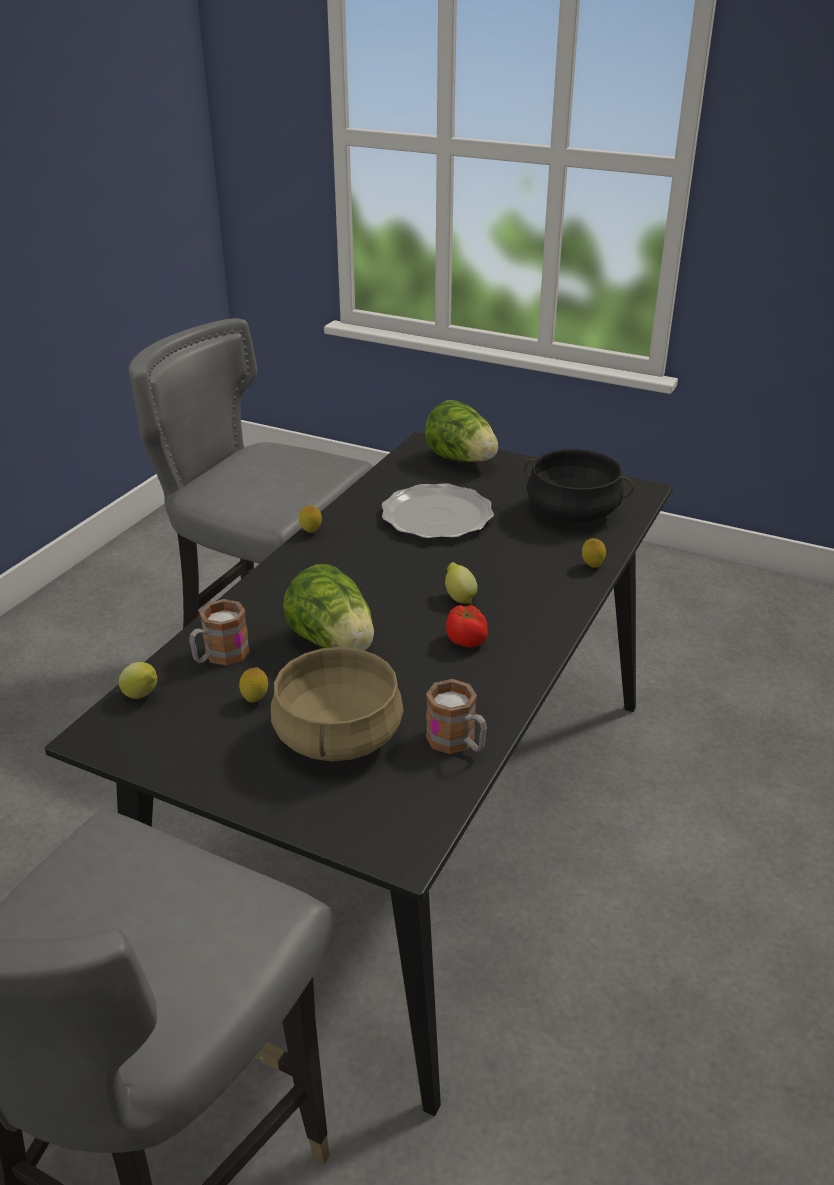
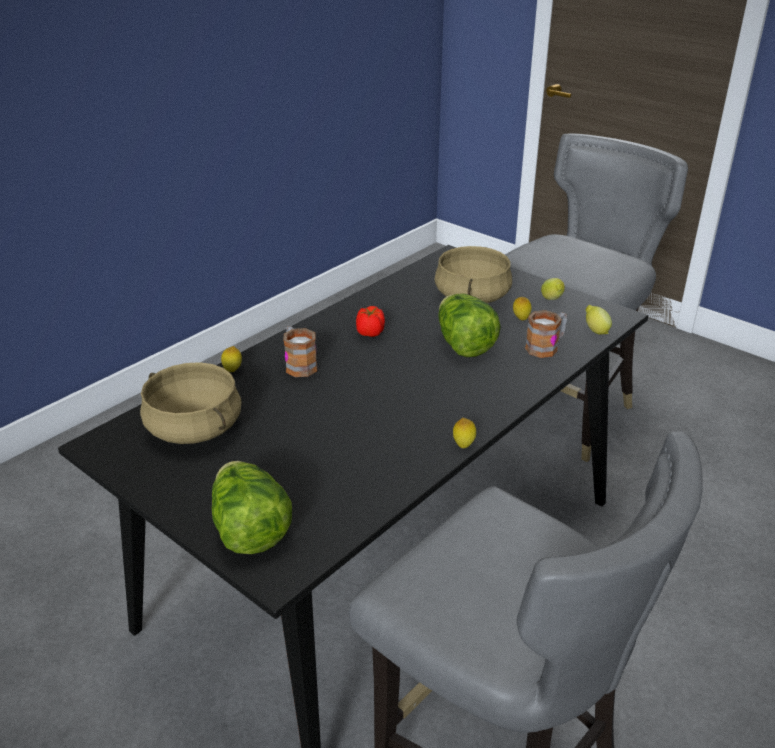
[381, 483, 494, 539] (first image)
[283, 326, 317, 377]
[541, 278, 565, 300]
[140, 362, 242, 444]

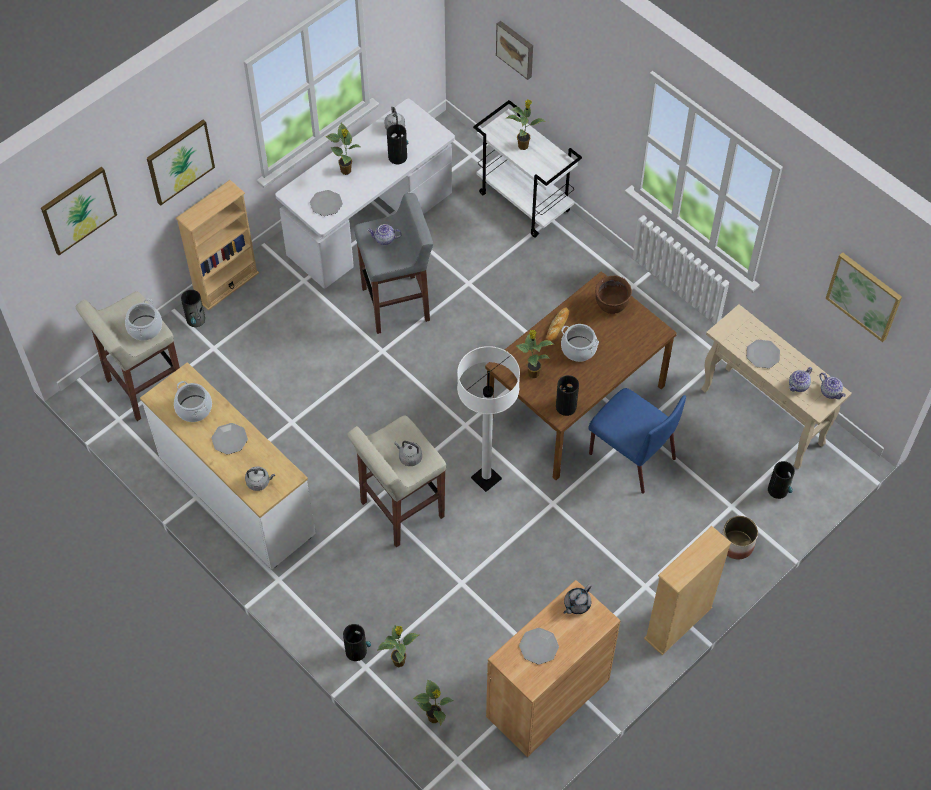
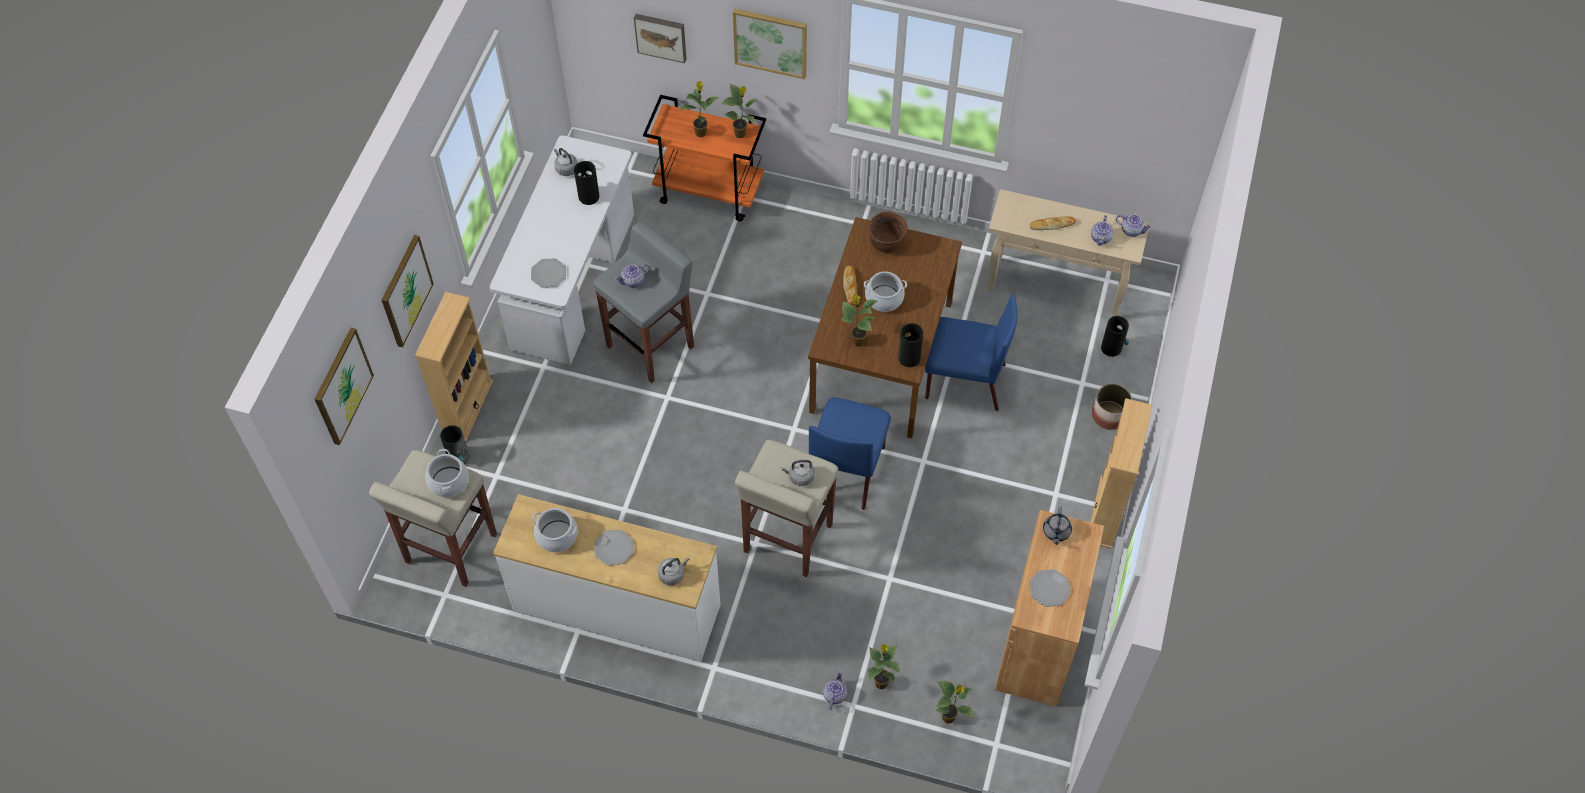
[722, 84, 758, 138]
[733, 8, 807, 79]
[823, 671, 847, 710]
[809, 398, 891, 510]
[1030, 216, 1076, 230]
[643, 95, 766, 222]

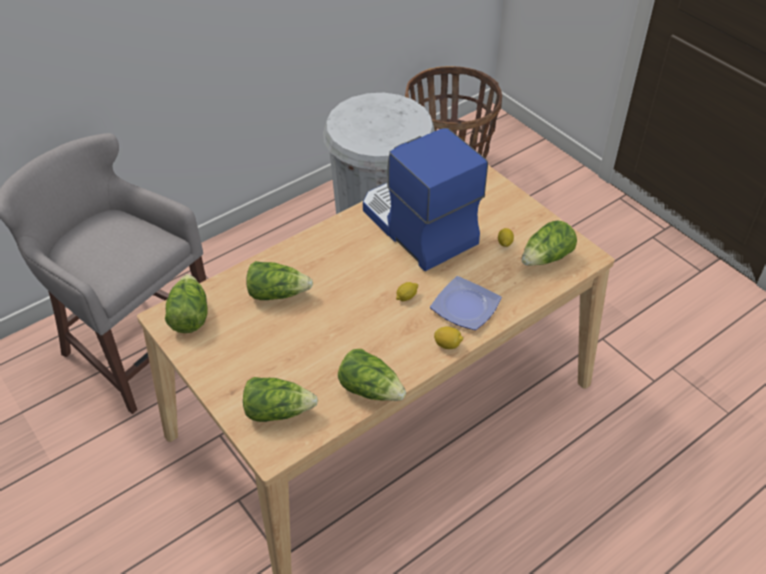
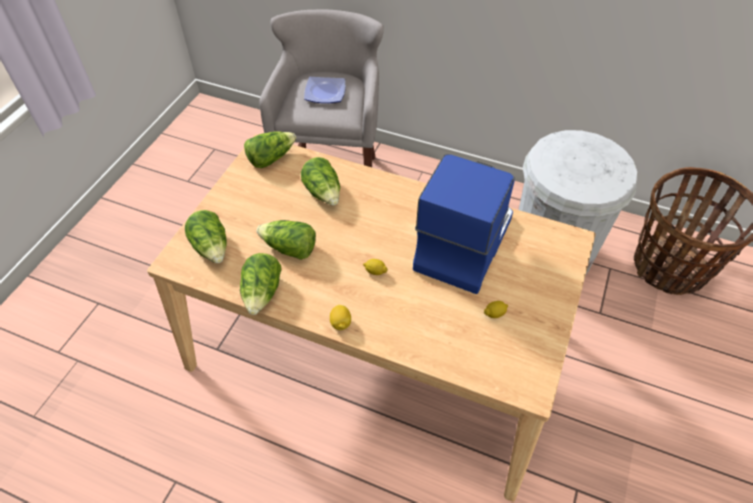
[304, 77, 345, 103]
[257, 220, 316, 260]

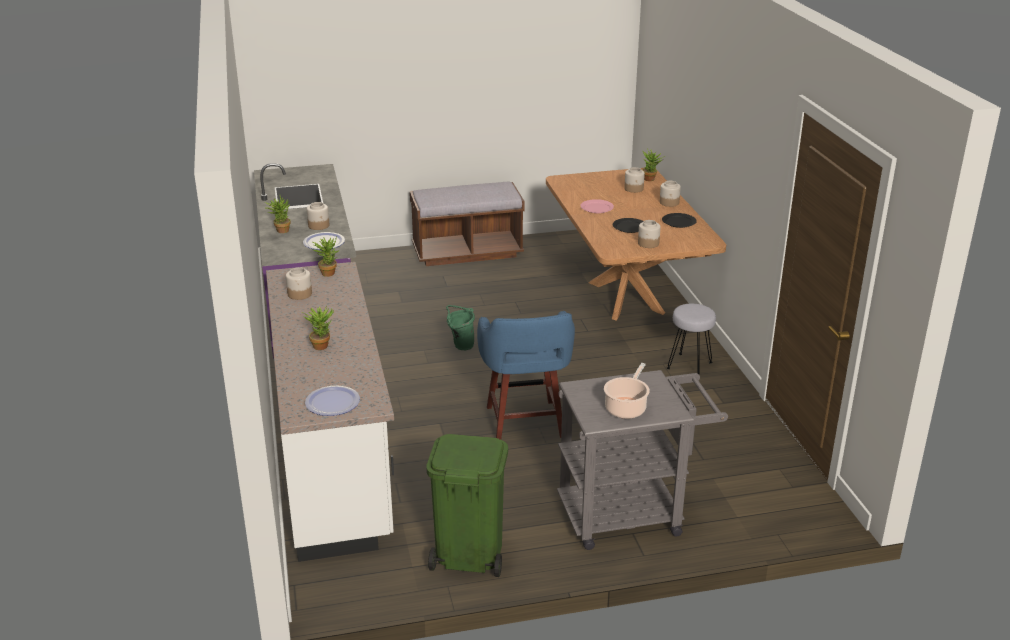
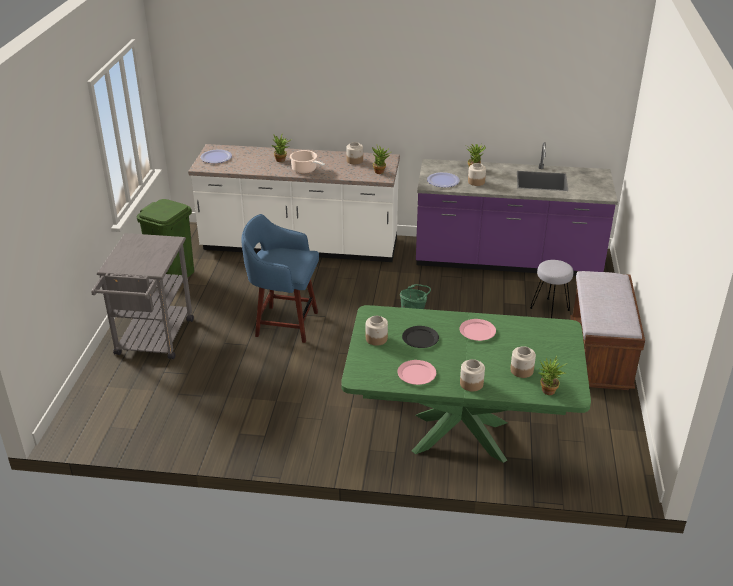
[290, 150, 325, 174]
[530, 260, 573, 318]
[341, 305, 591, 463]
[398, 360, 436, 385]

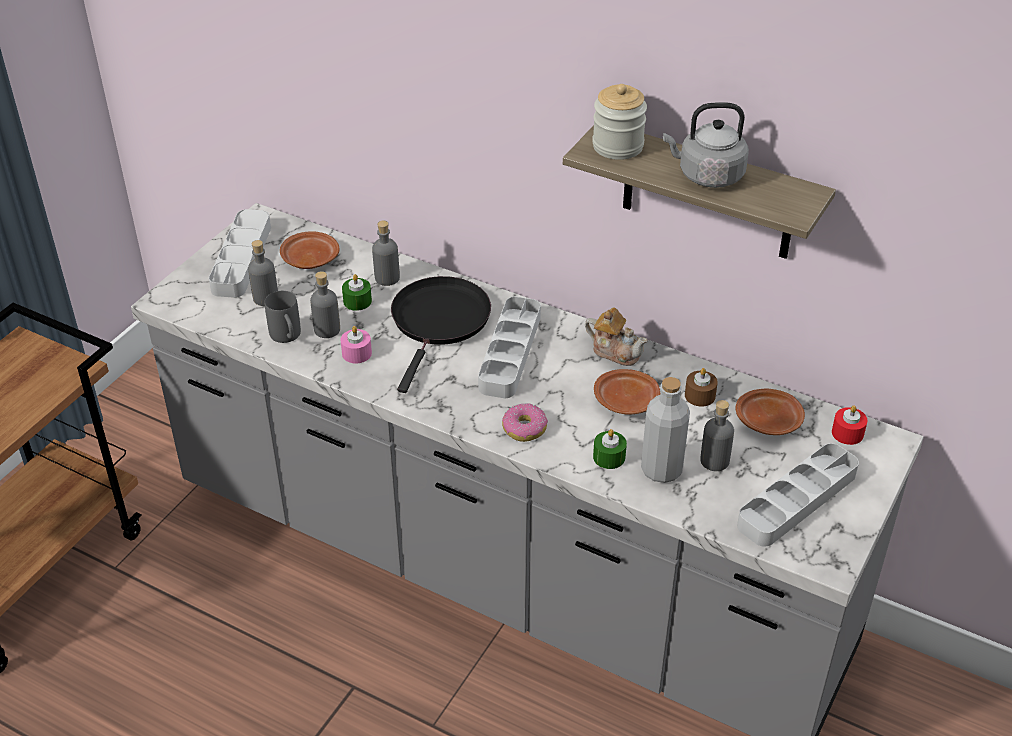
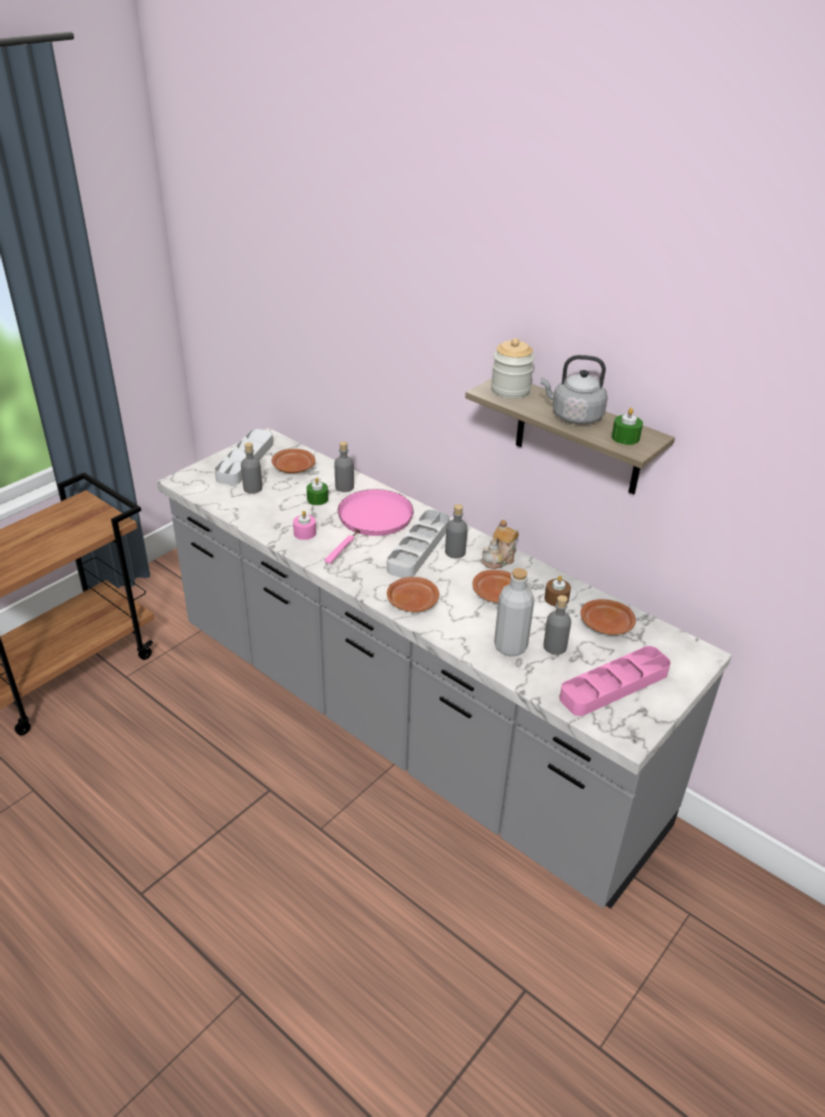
[265, 291, 301, 343] (first image)
[832, 405, 868, 445] (first image)
[445, 504, 468, 558]
[612, 408, 643, 445]
[387, 577, 439, 612]
[325, 489, 414, 564]
[559, 646, 671, 716]
[481, 520, 519, 569]

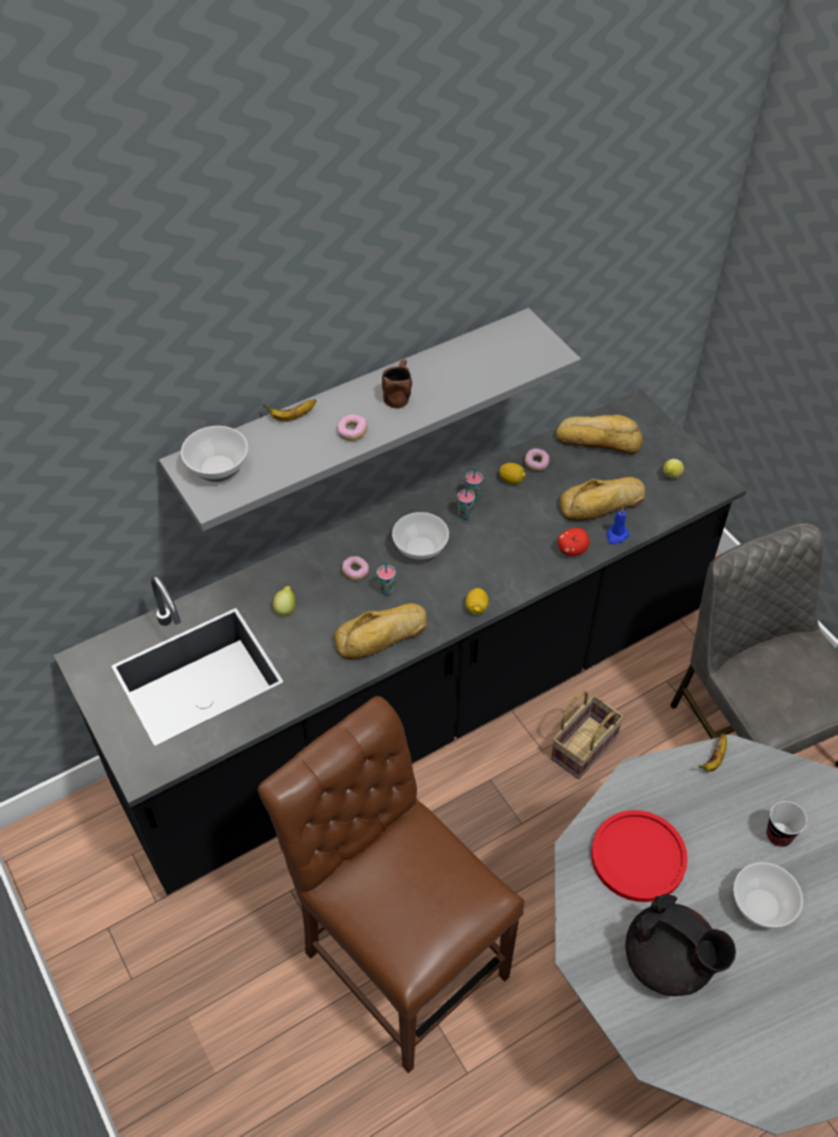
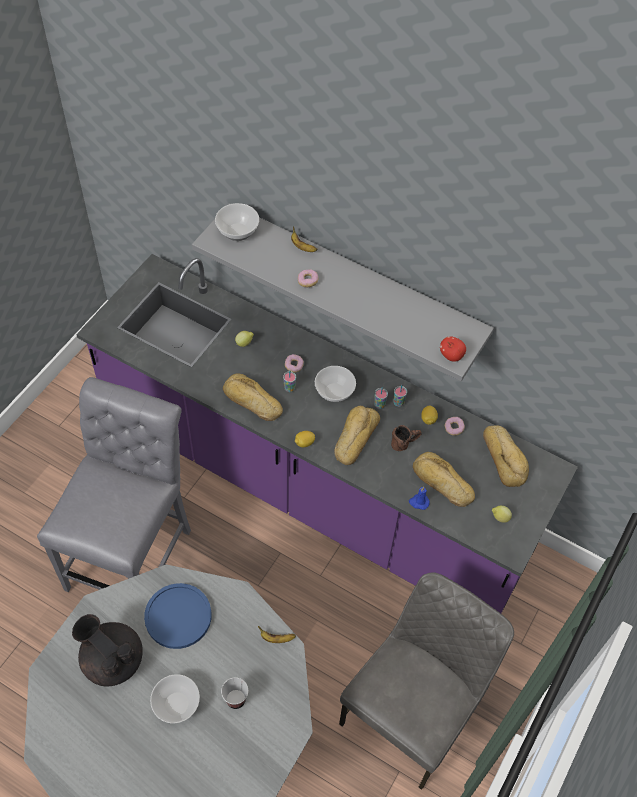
[551, 691, 624, 779] (first image)
[334, 406, 380, 465]
[391, 425, 422, 451]
[440, 336, 466, 362]
[76, 254, 578, 613]
[37, 377, 191, 592]
[144, 583, 212, 649]
[72, 614, 143, 686]

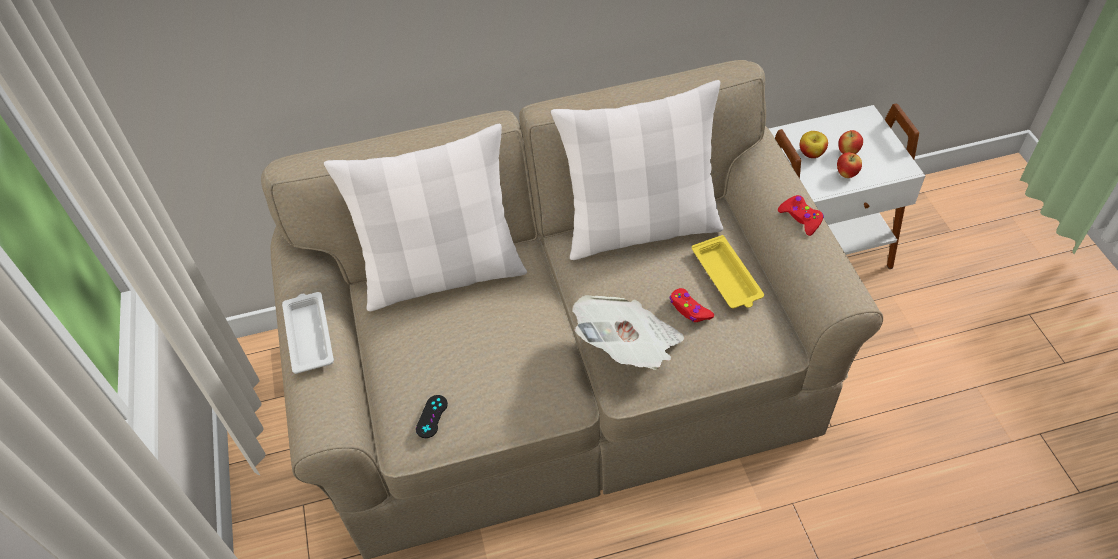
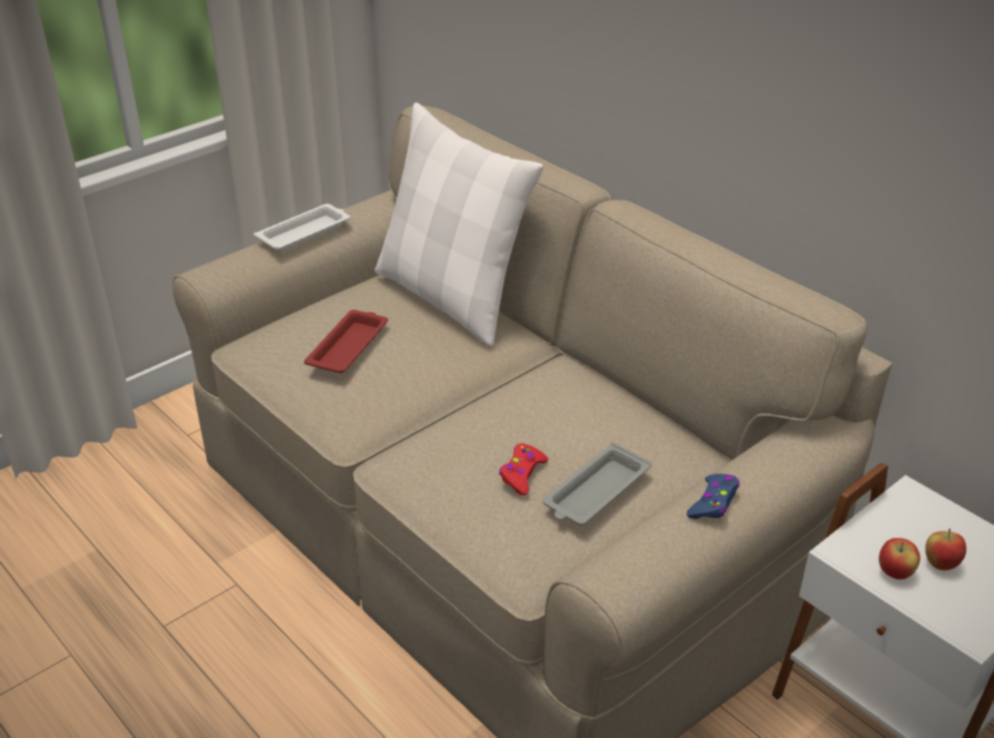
[416, 395, 448, 438] (first image)
[551, 80, 724, 260] (first image)
[572, 295, 684, 370] (first image)
[800, 131, 828, 158] (first image)
[304, 310, 388, 373]
[543, 442, 652, 525]
[687, 474, 740, 519]

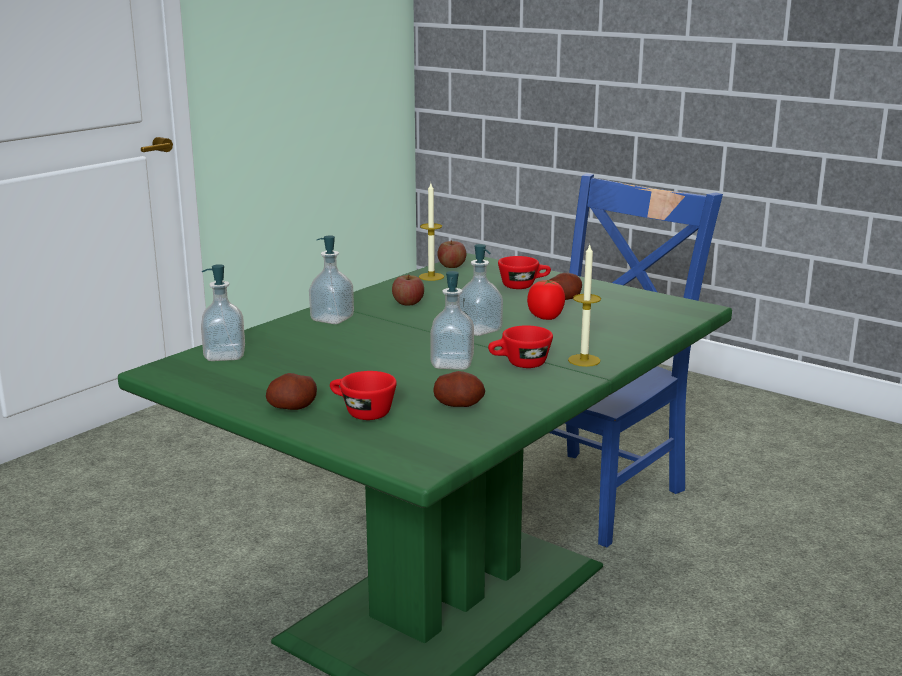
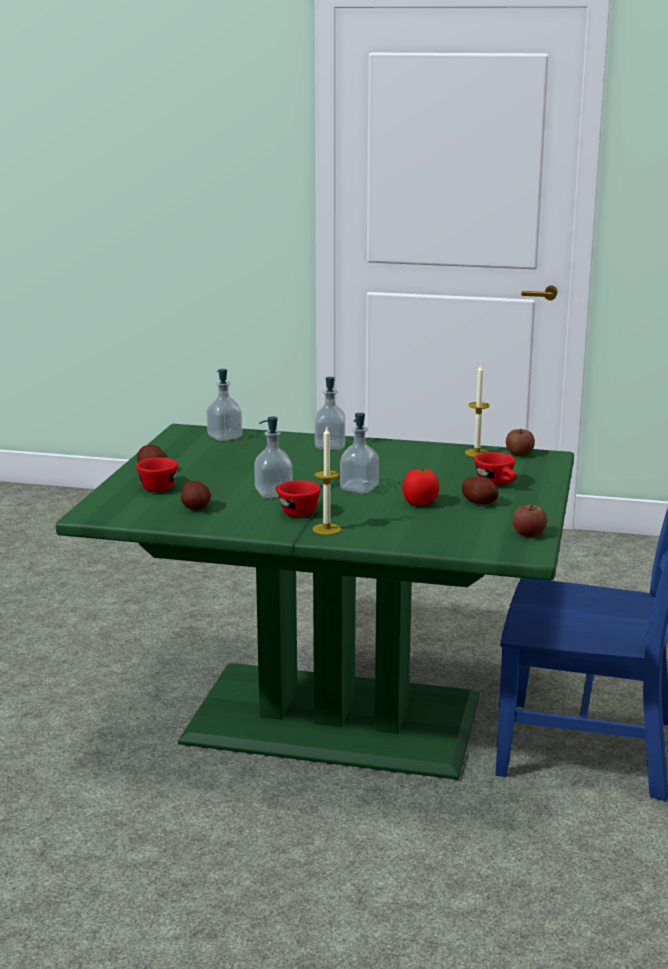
[513, 505, 547, 537]

